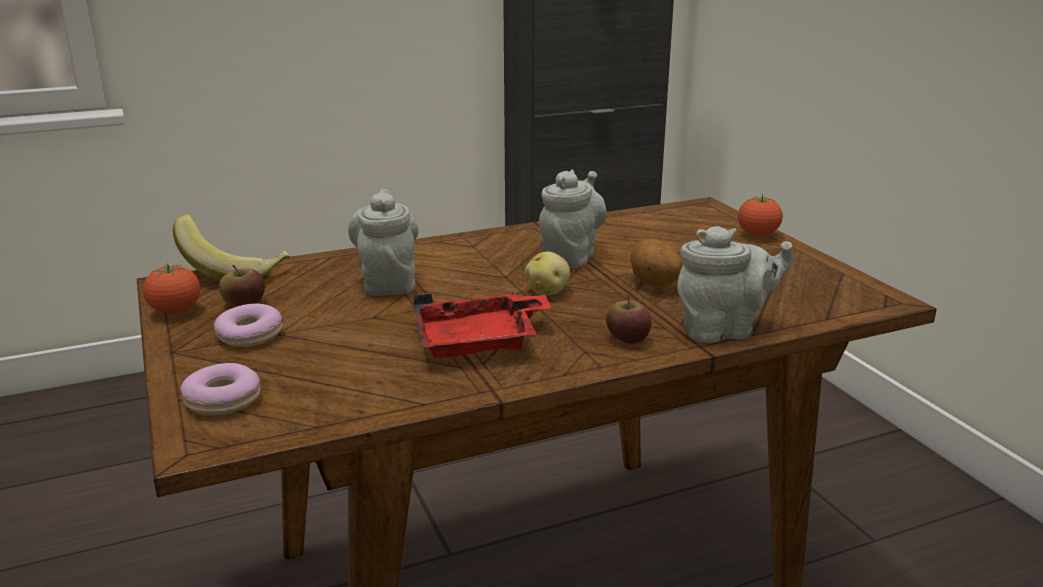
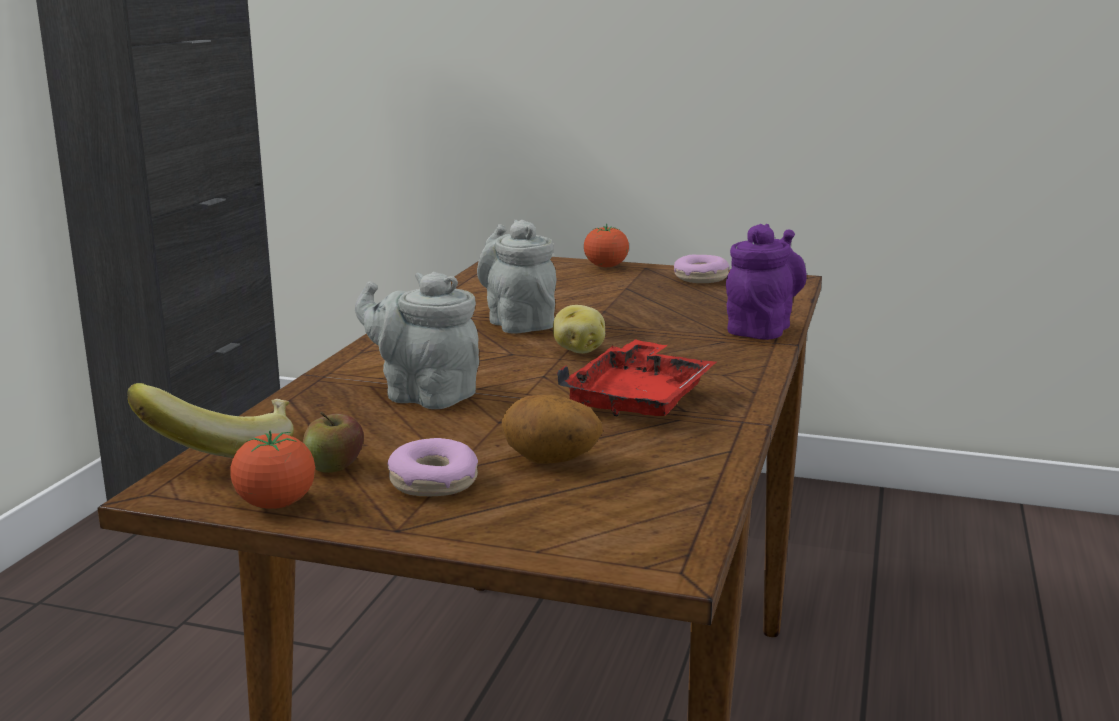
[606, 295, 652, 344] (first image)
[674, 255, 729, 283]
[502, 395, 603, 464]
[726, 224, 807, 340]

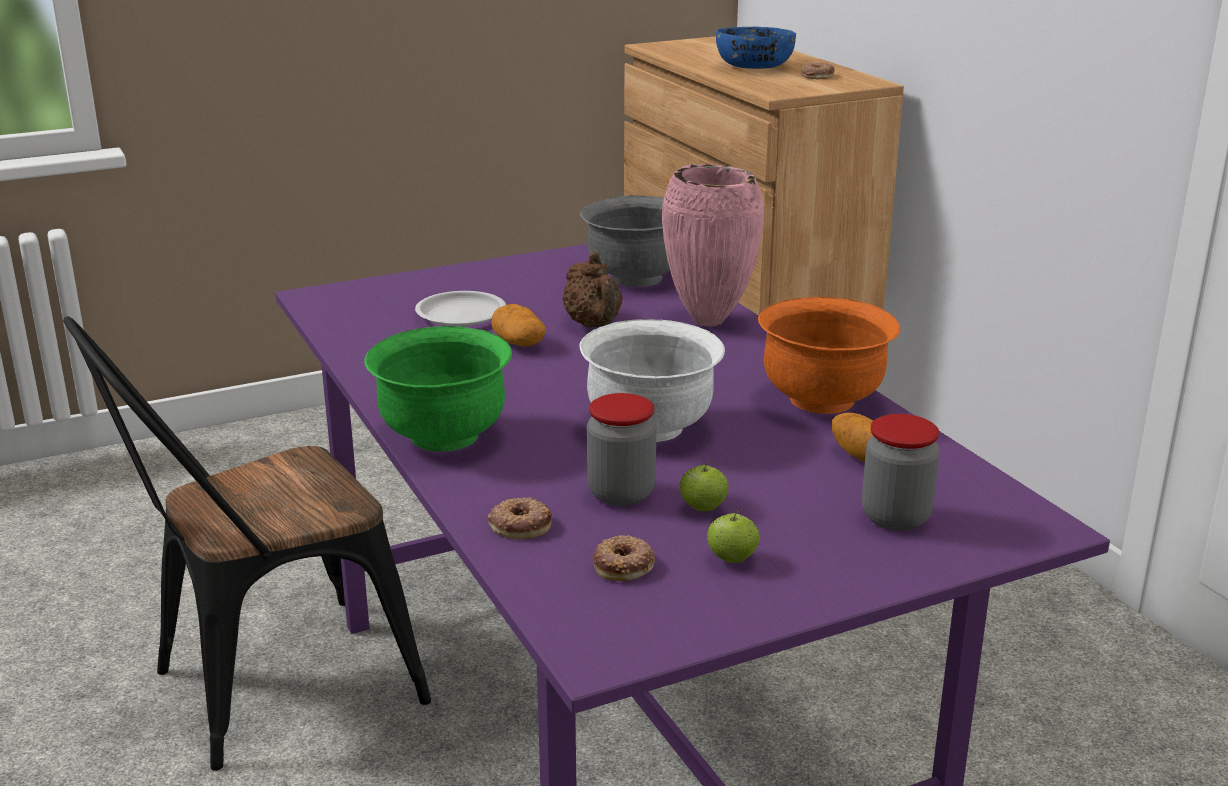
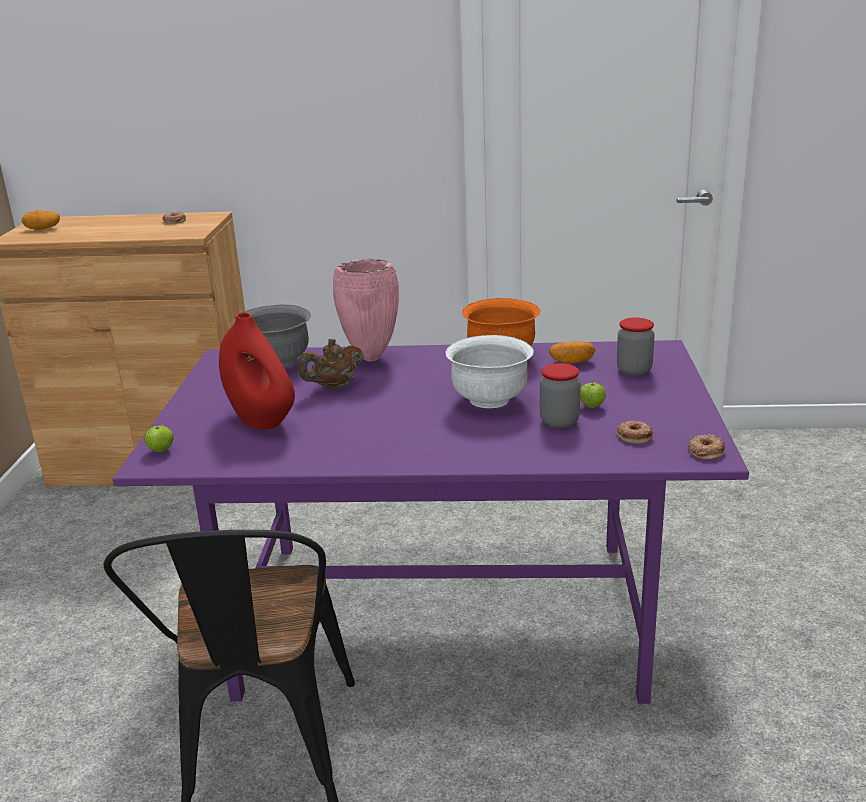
[364, 326, 512, 452] (first image)
[716, 27, 796, 69] (first image)
[688, 434, 725, 459]
[22, 210, 60, 230]
[144, 423, 174, 452]
[219, 312, 295, 430]
[298, 339, 364, 389]

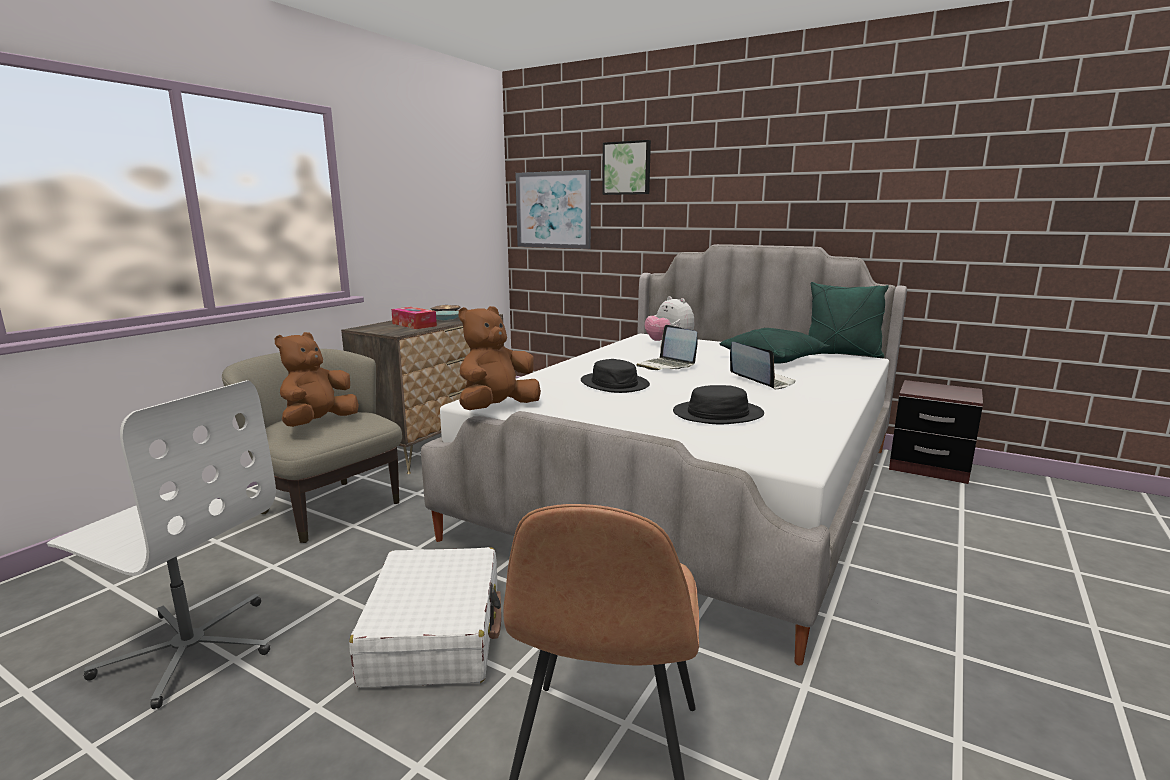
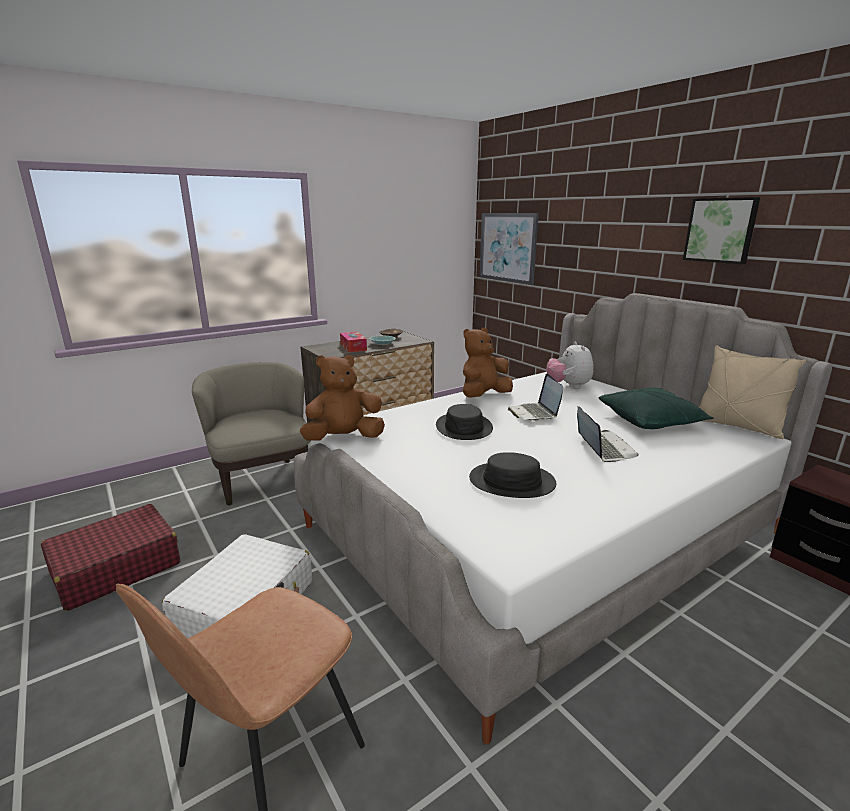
[463, 328, 513, 398]
[683, 197, 760, 264]
[41, 504, 180, 611]
[699, 345, 806, 439]

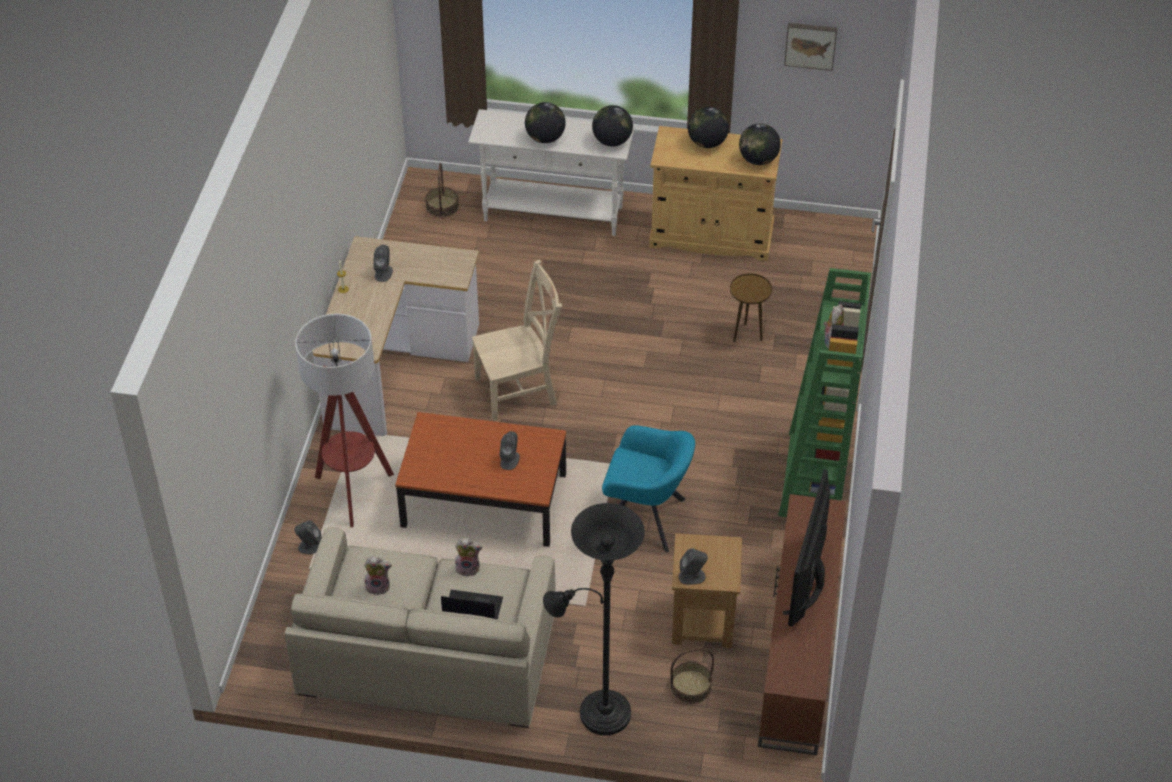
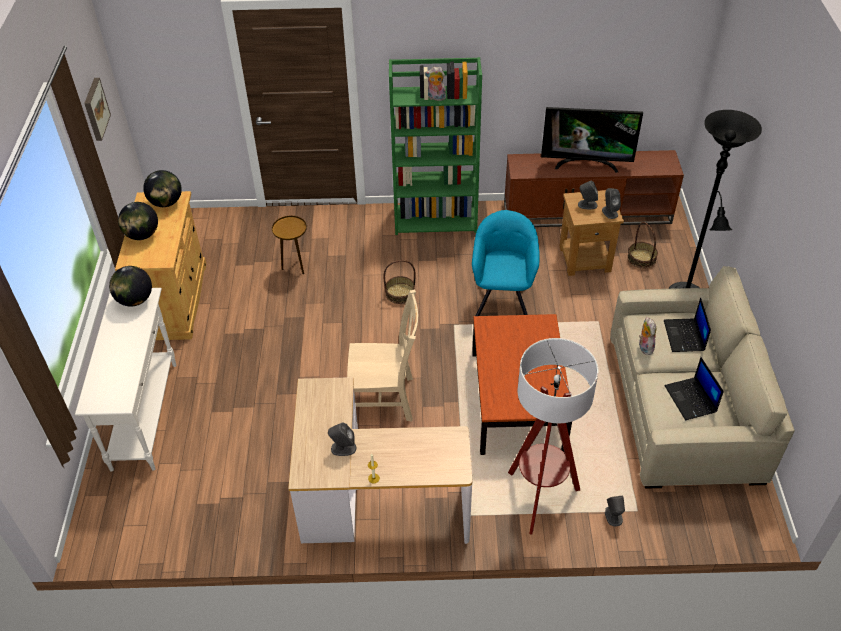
[525, 102, 566, 143] (first image)
[383, 260, 416, 304]
[578, 181, 598, 209]
[664, 357, 724, 420]
[347, 290, 418, 422]

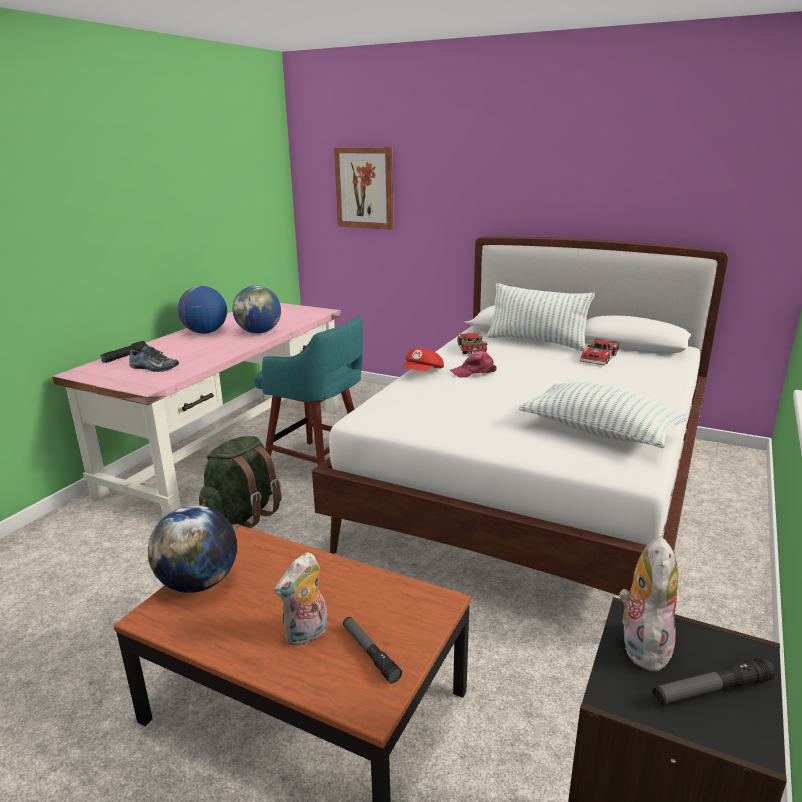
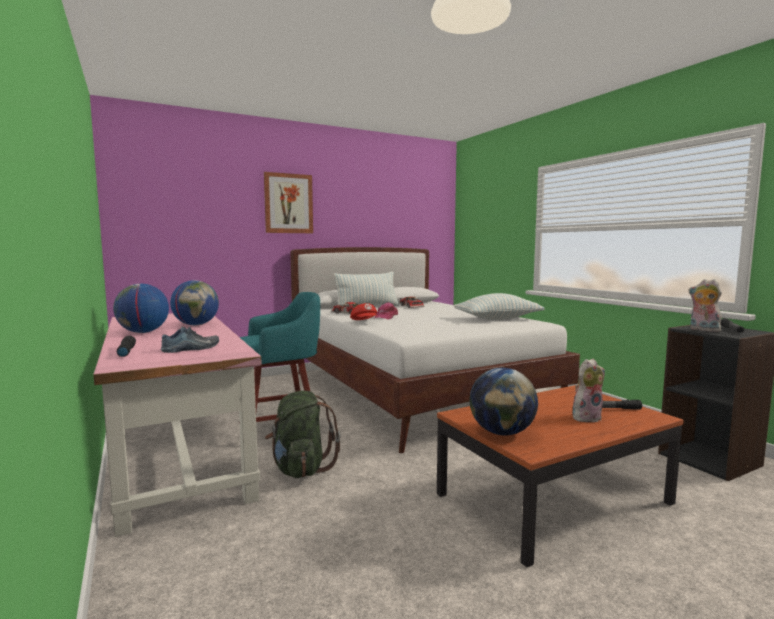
[264, 172, 313, 233]
[572, 359, 605, 422]

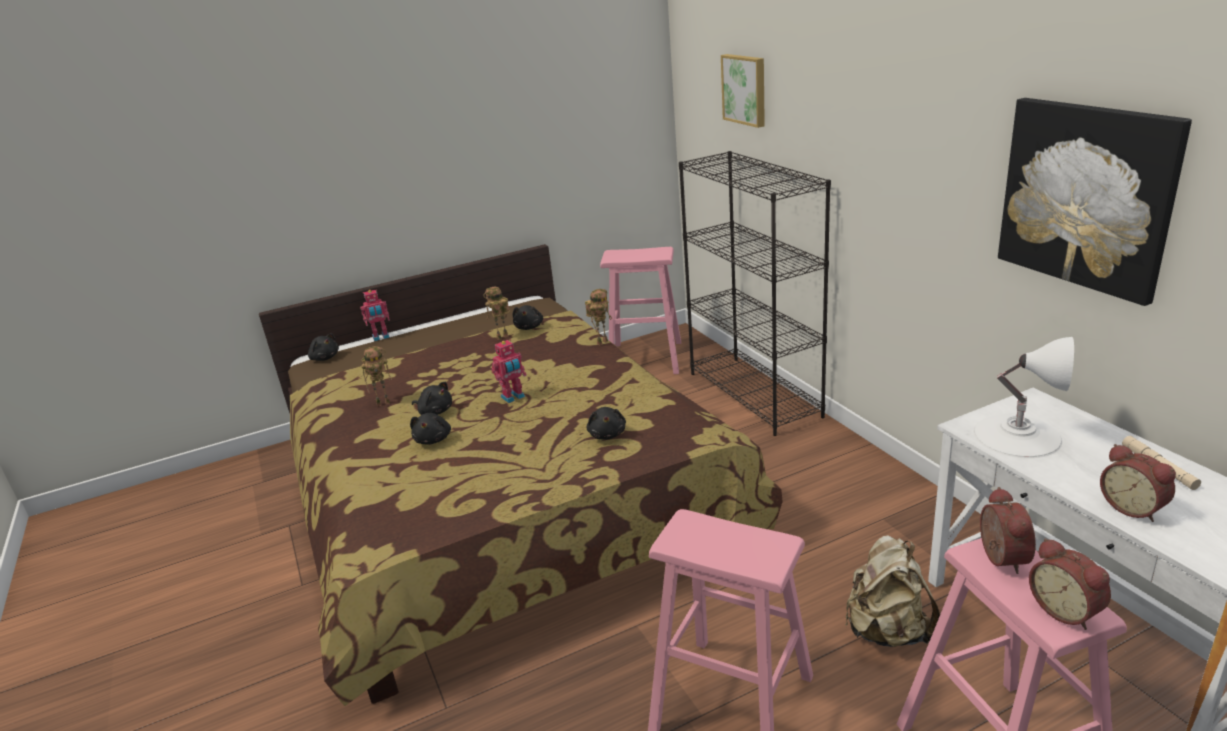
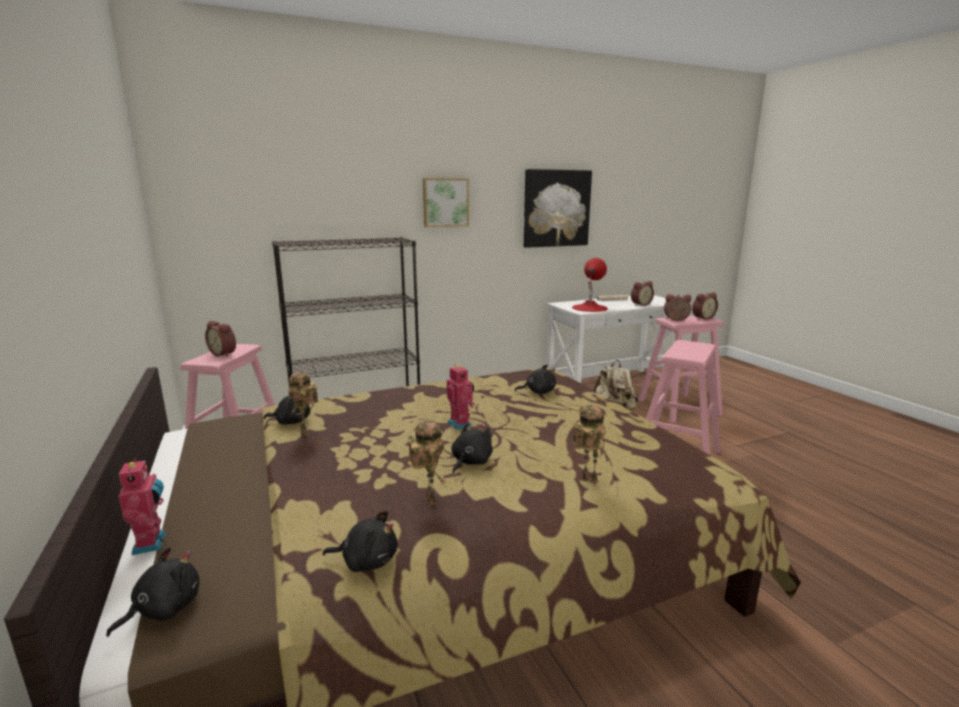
[205, 321, 236, 357]
[323, 511, 398, 572]
[572, 405, 609, 484]
[423, 178, 469, 227]
[572, 258, 608, 312]

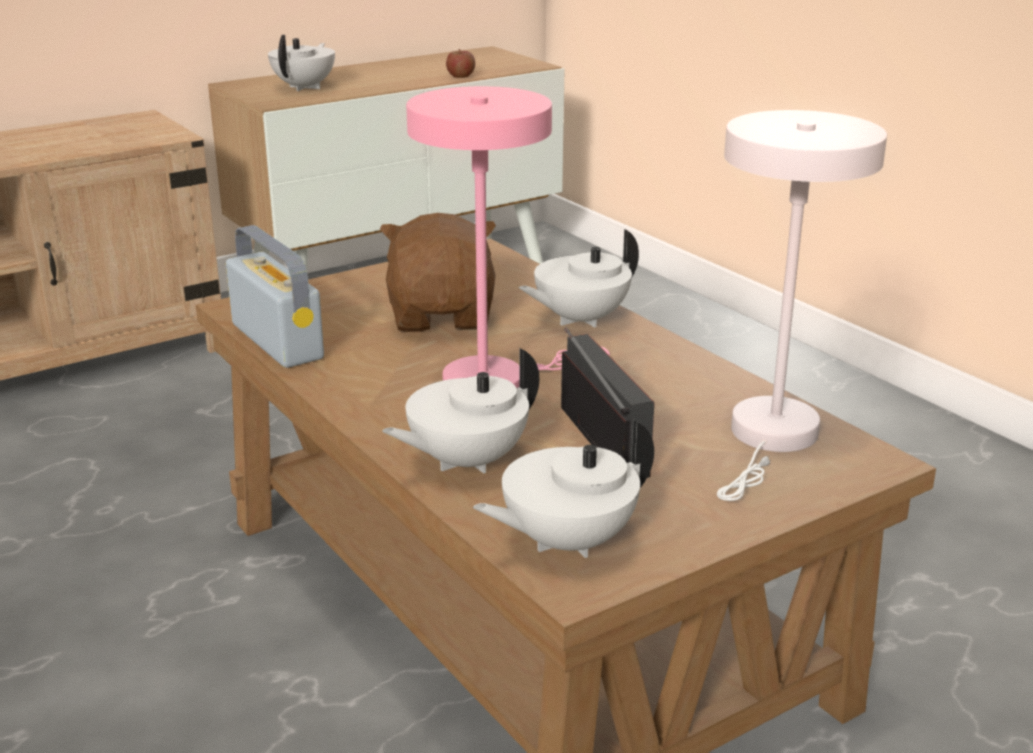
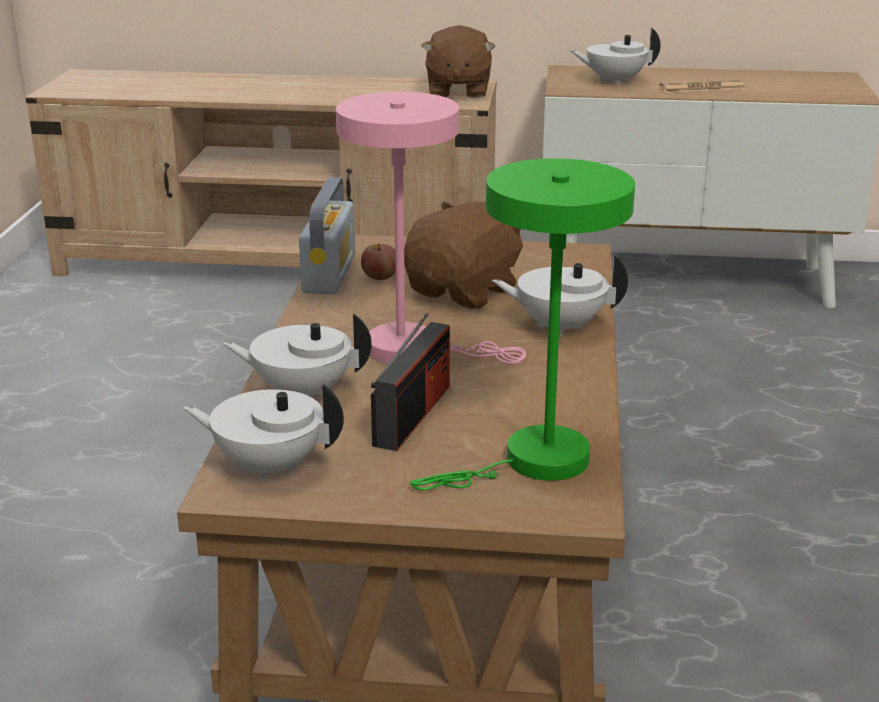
[422, 25, 495, 98]
[659, 79, 745, 93]
[361, 244, 396, 280]
[410, 158, 635, 490]
[570, 28, 661, 86]

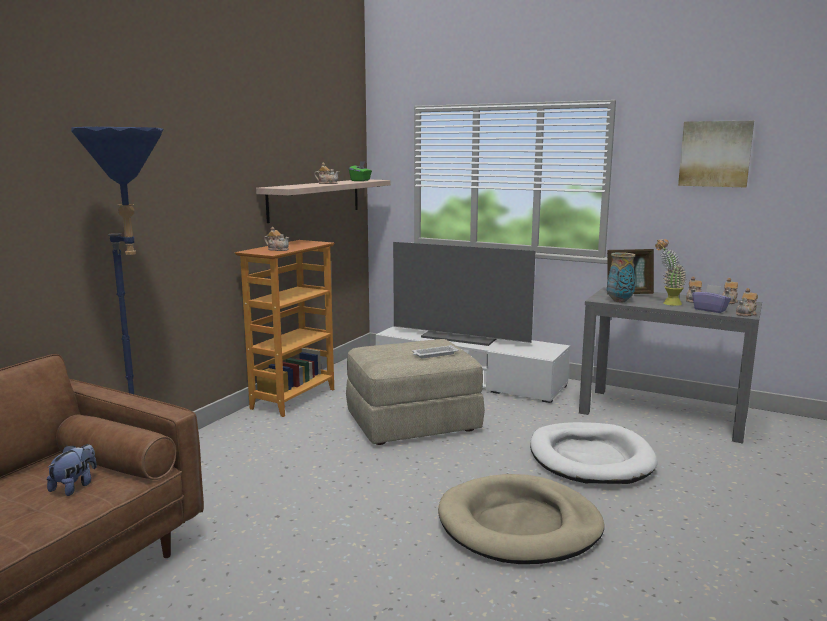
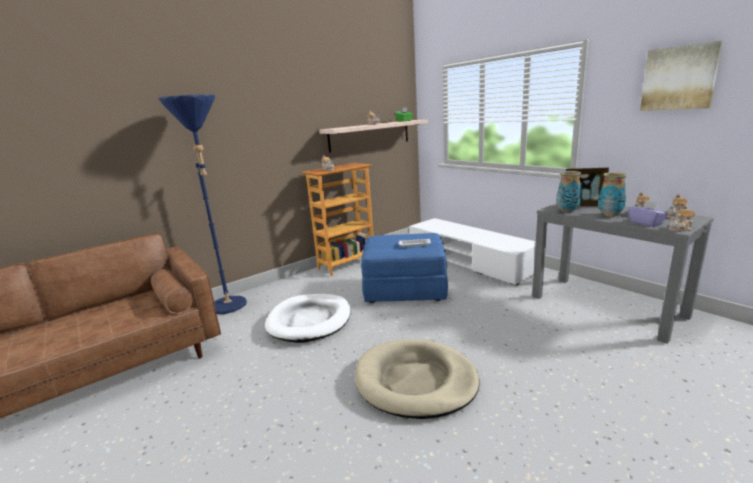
[47, 444, 97, 496] (first image)
[393, 242, 535, 346] (first image)
[265, 294, 351, 343]
[598, 172, 627, 217]
[361, 233, 448, 303]

